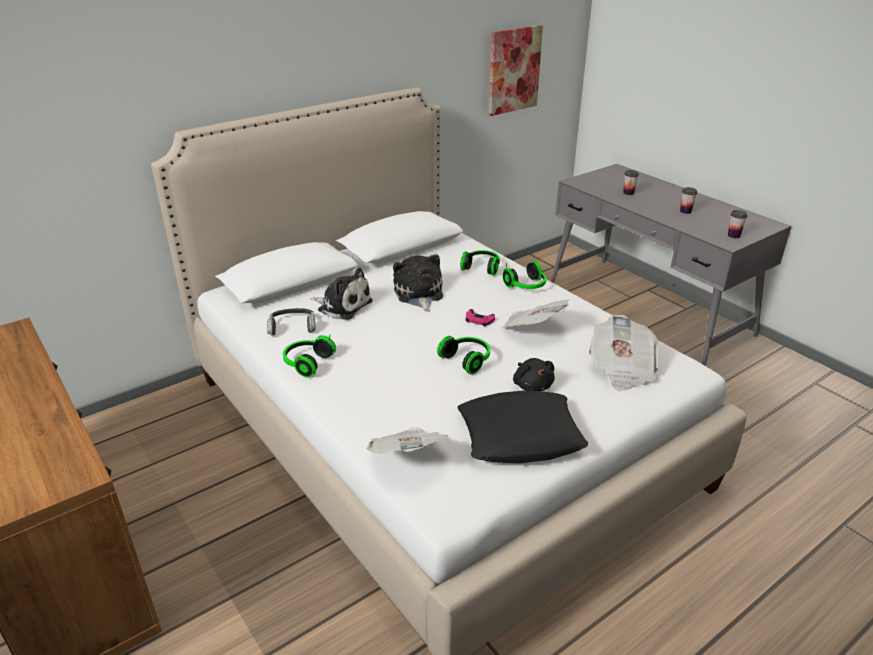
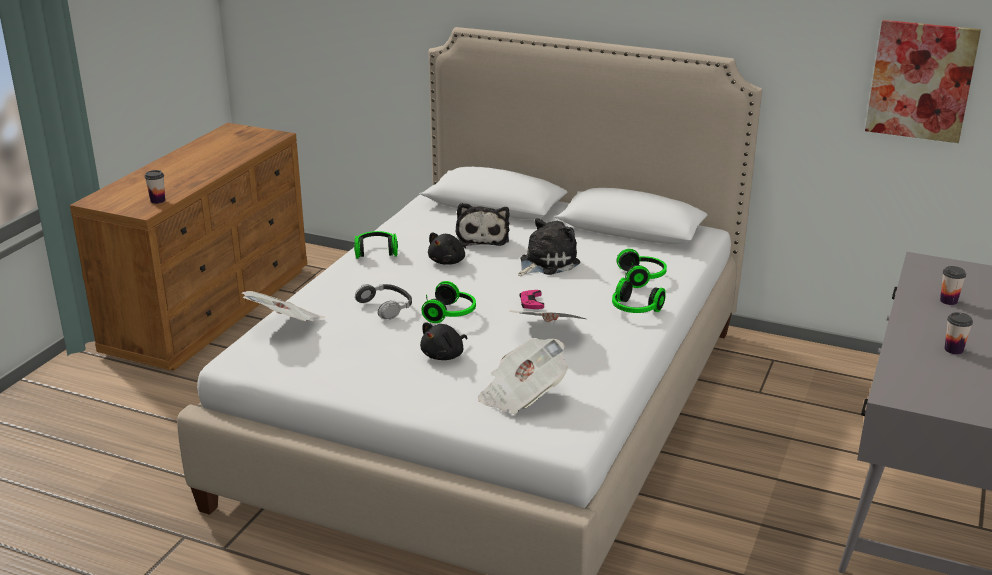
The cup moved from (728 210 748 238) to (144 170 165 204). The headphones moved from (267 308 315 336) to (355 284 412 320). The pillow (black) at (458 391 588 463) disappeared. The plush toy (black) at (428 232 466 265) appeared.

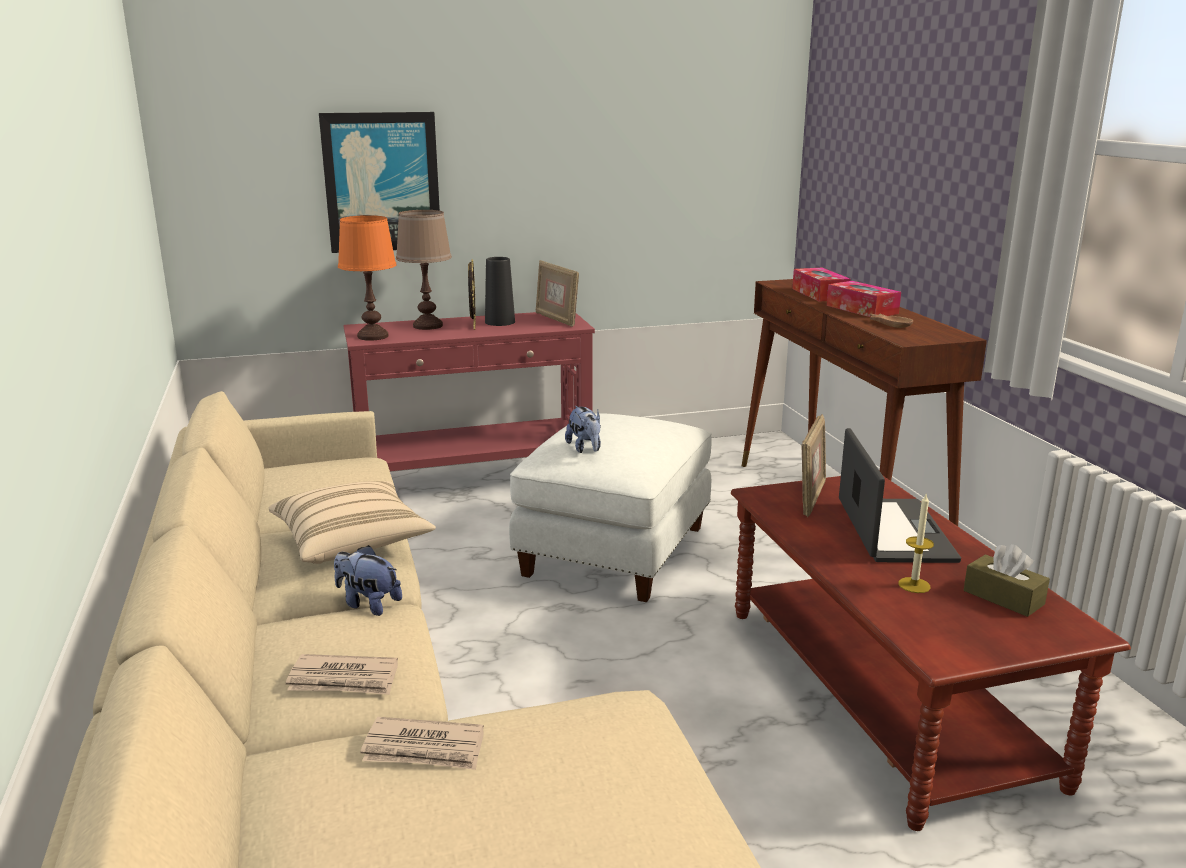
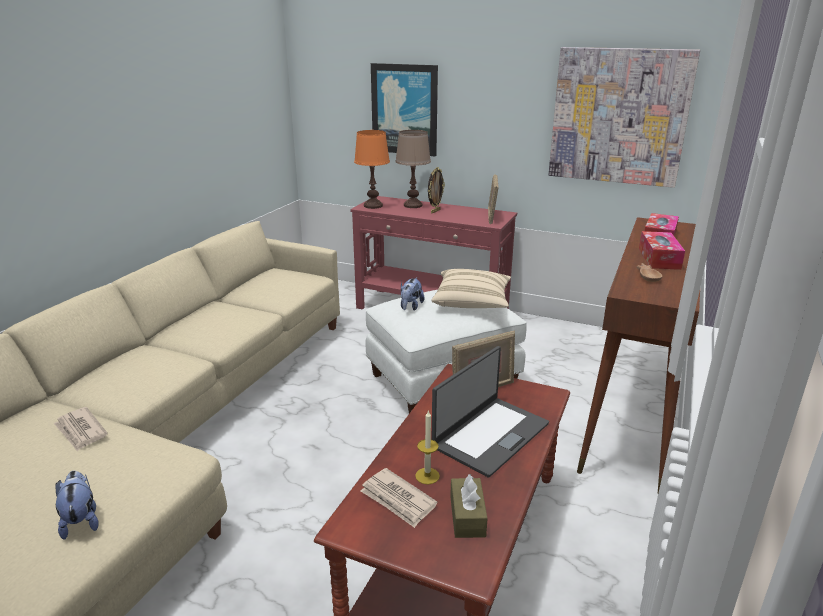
The vase (black) at (485 257 515 326) disappeared. The pillow (beige) moved from (269 481 436 564) to (431 269 511 308). The plush toy moved from (334 545 402 616) to (56 471 99 540). The newspaper moved from (286 654 398 695) to (360 468 437 528). The picture at (548 47 700 188) appeared.

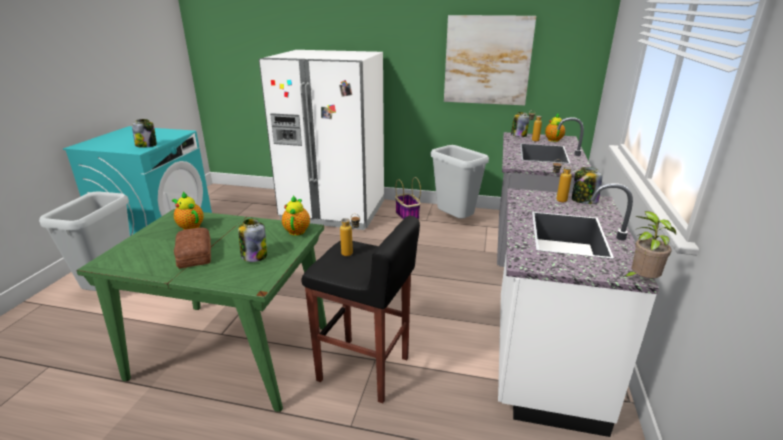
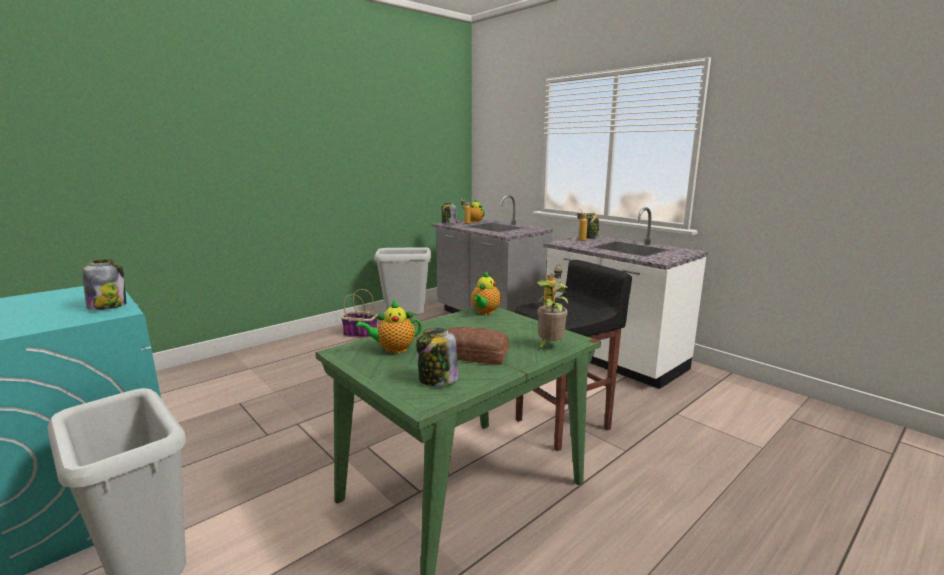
The picture at (444 15 536 105) disappeared. The fridge (white) at (259 50 384 230) disappeared. The teapot at (282 195 310 236) turned 105 degrees counterclockwise. The potted plant moved from (623 211 676 278) to (537 280 568 350). The jar moved from (238 219 267 262) to (416 328 458 386).

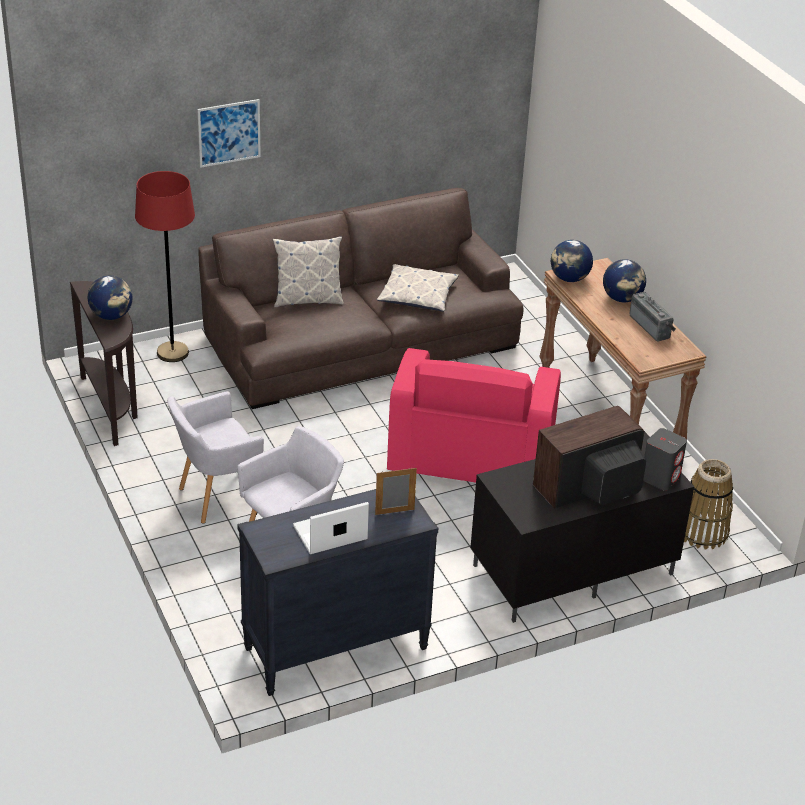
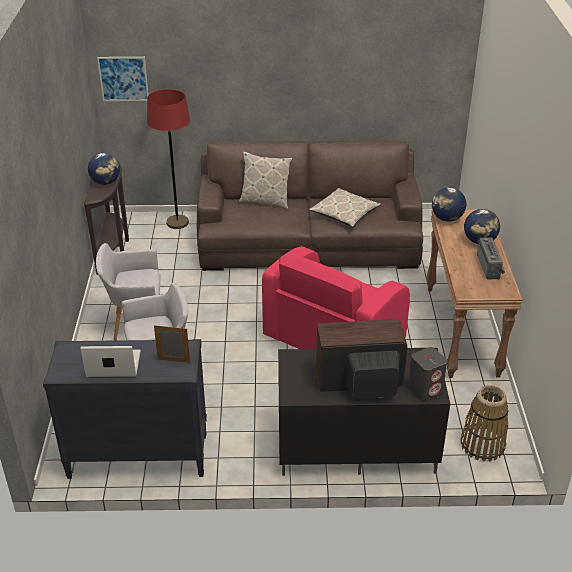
The picture moved from (197 99 261 168) to (97 57 149 101).

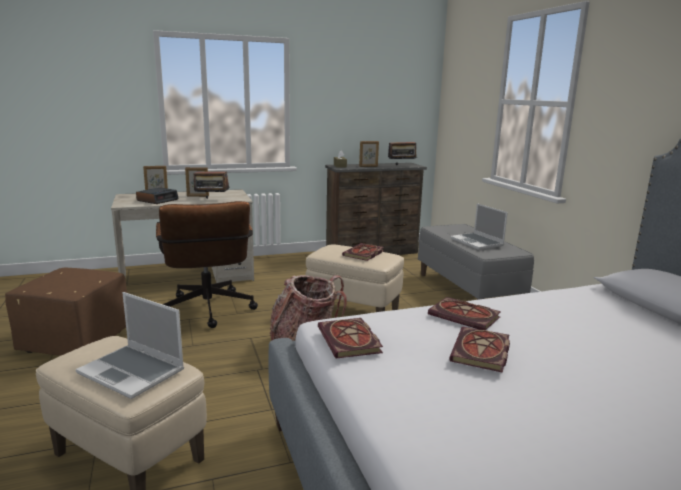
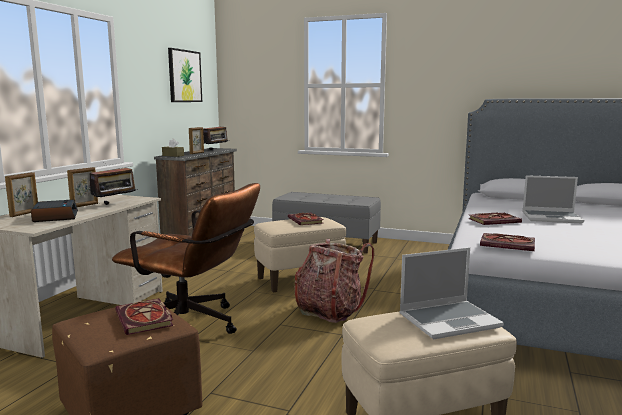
The laptop moved from (450 203 508 250) to (522 175 584 223). The book moved from (449 327 510 373) to (115 298 174 335). The picture at (168 48 202 102) appeared.

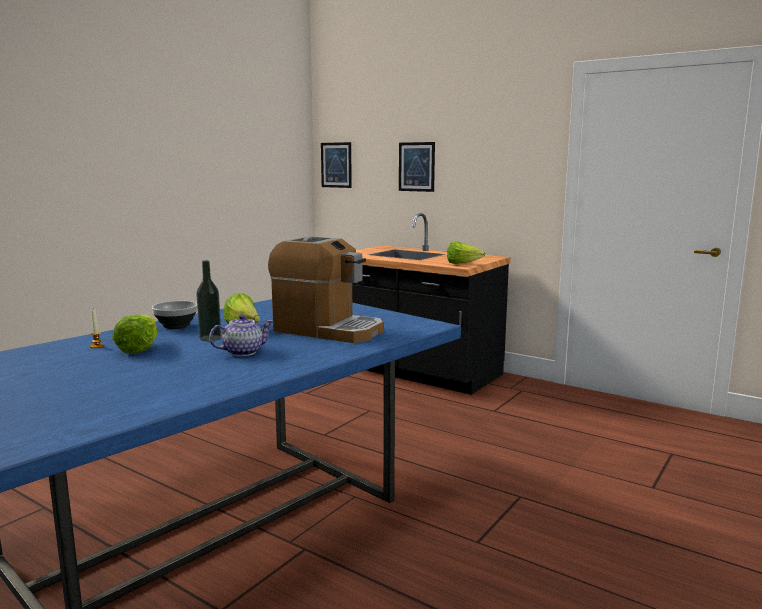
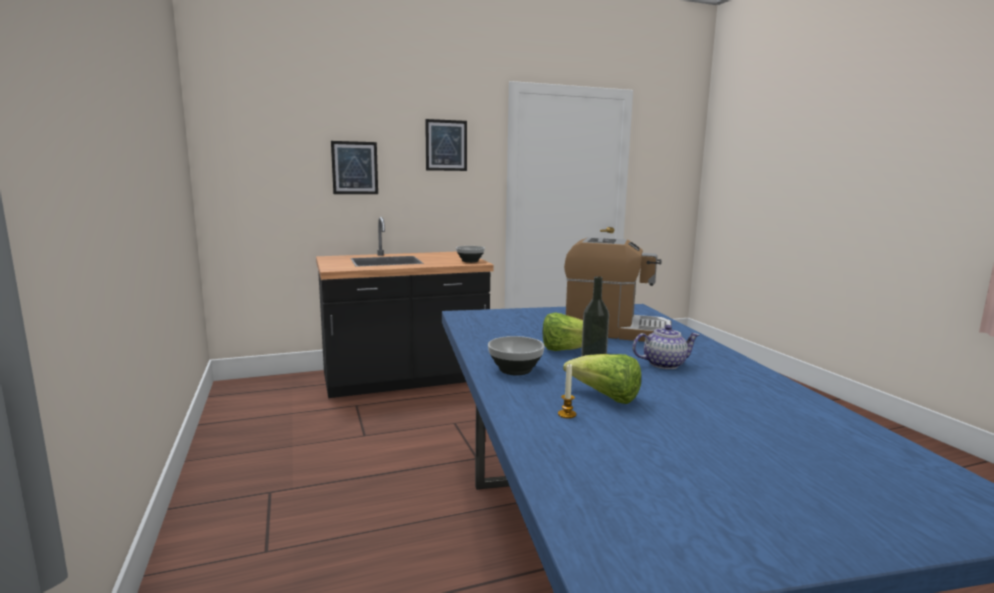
The picture moved from (321 142 352 188) to (425 119 467 171). The coffee machine at (268 236 384 343) turned 45 degrees clockwise. The lettuce at (447 241 485 264) was replaced by the bowl at (456 246 485 263). The teapot at (209 315 274 356) turned 75 degrees clockwise.

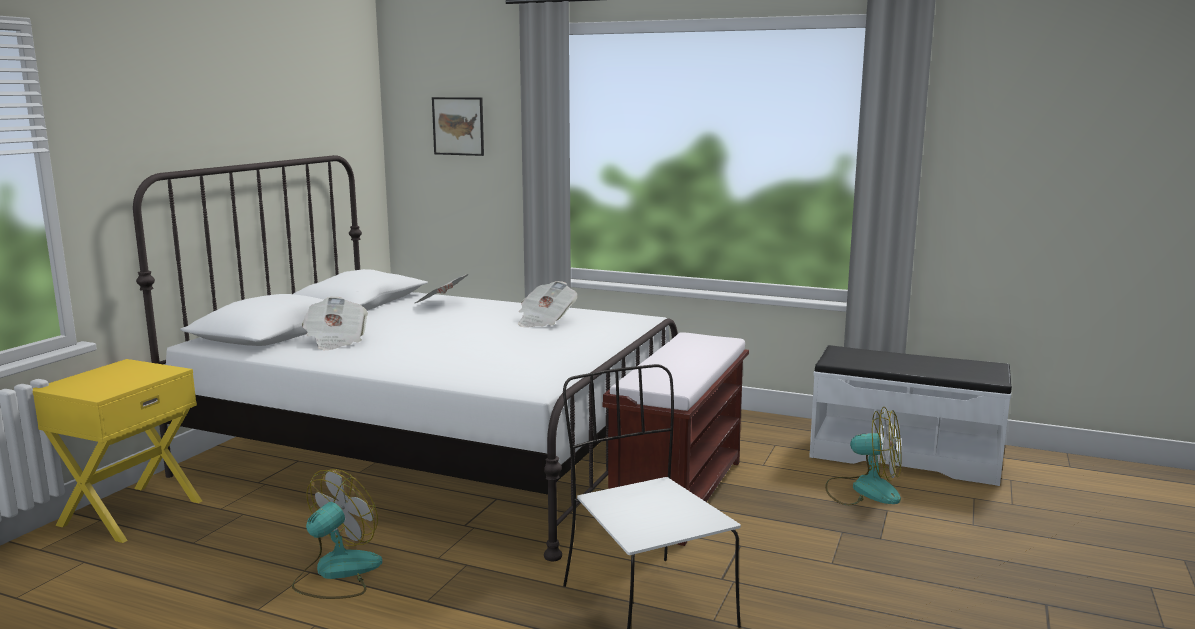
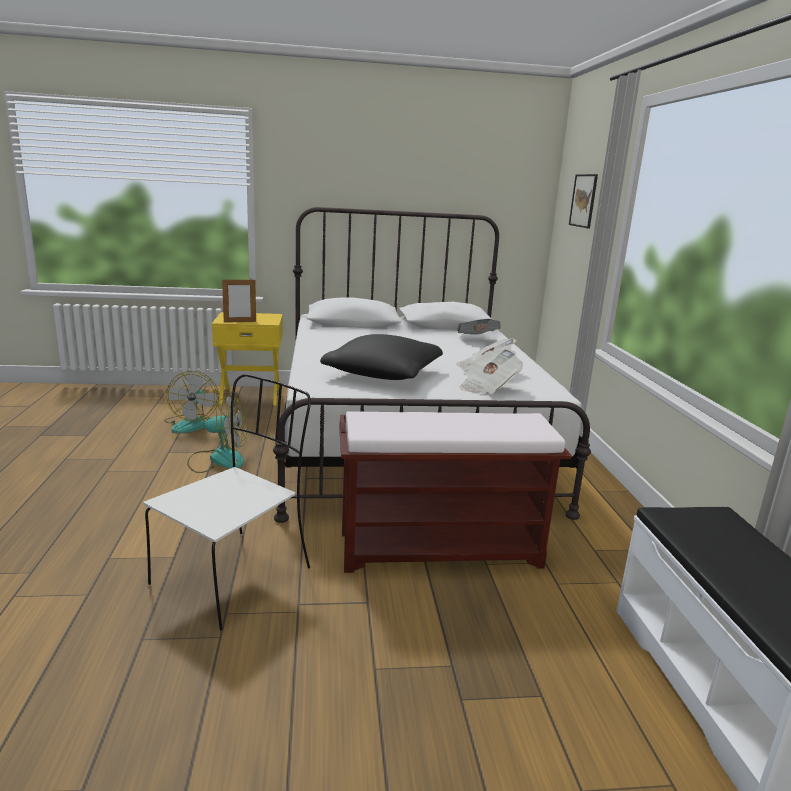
The newspaper moved from (302 297 368 350) to (460 349 523 394). The fan moved from (825 407 901 505) to (164 371 219 433). The picture frame at (222 278 256 323) appeared. The pillow (black) at (320 334 443 380) appeared.

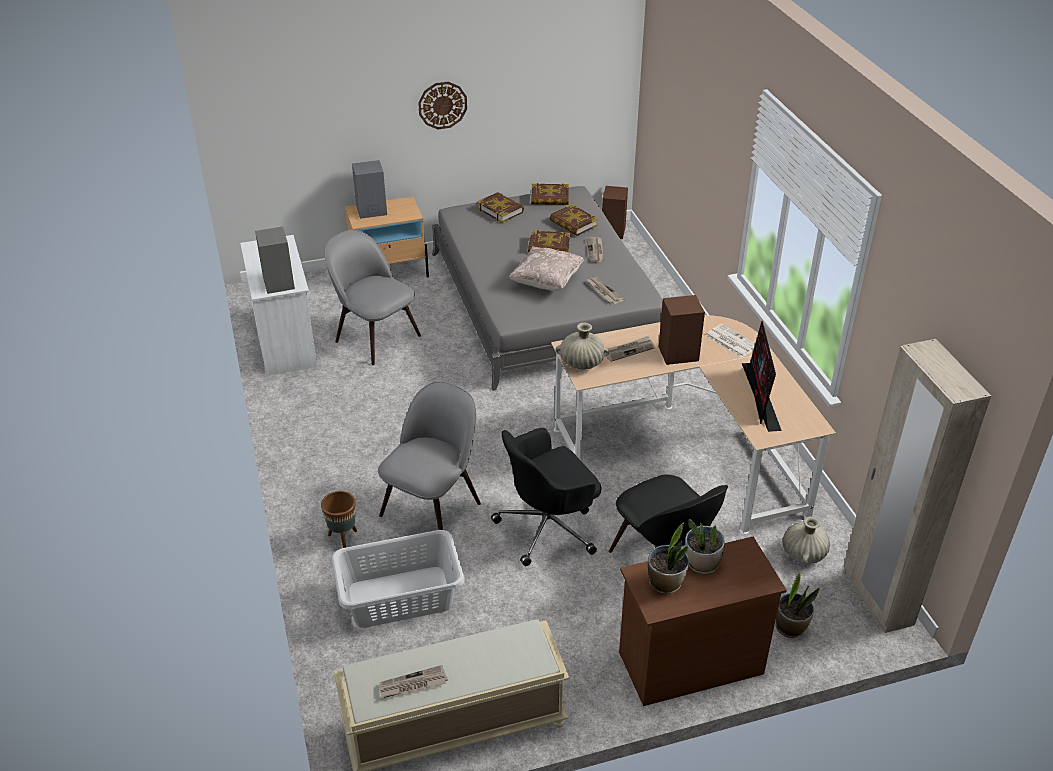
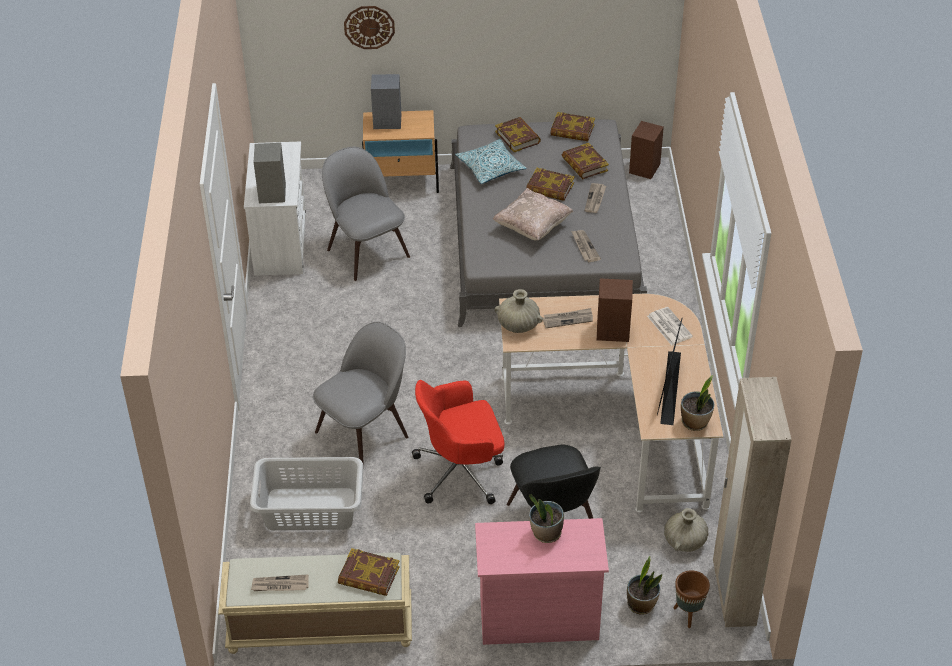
The wall clock moved from (418 82 467 129) to (344 6 395 49). The office chair (black) at (491 428 602 566) became the office chair (red) at (412 380 504 504). The planter (brown) moved from (321 491 357 548) to (674 570 710 628). The potted plant moved from (648 522 689 594) to (681 375 714 431). The dresser (brown) at (619 537 787 706) became the dresser (pink) at (475 518 609 645). The pillow at (455 139 526 184) appeared. The book at (338 548 399 596) appeared.

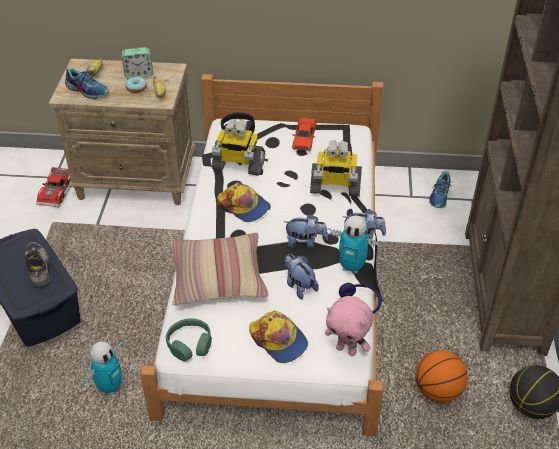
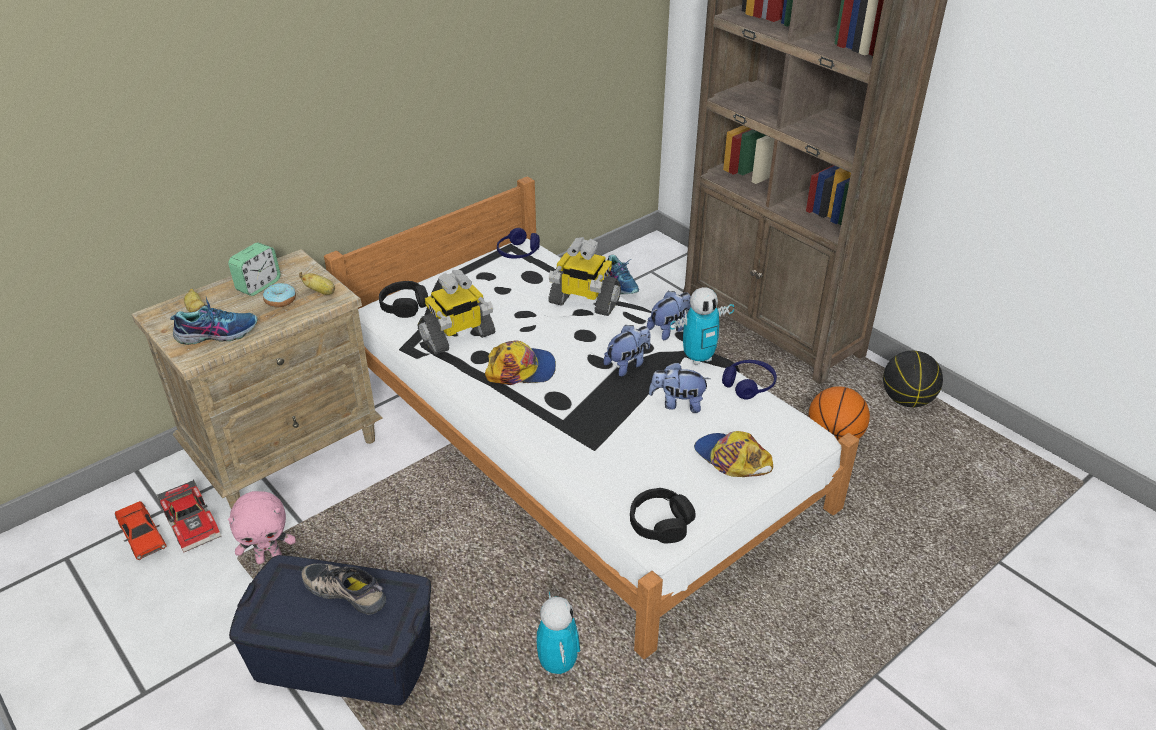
The toy car (red) moved from (292 118 316 151) to (115 501 167 560). The toy robot at (310 140 362 197) turned 60 degrees clockwise. The pillow at (170 233 269 306) disappeared. The plush toy (pink) moved from (325 296 373 356) to (228 491 296 564). The cap at (249 311 308 363) turned 135 degrees counterclockwise. The headphones (green) at (166 318 212 361) became the headphones (black) at (630 488 696 543). The headphones (blue) at (497 228 540 259) appeared.

